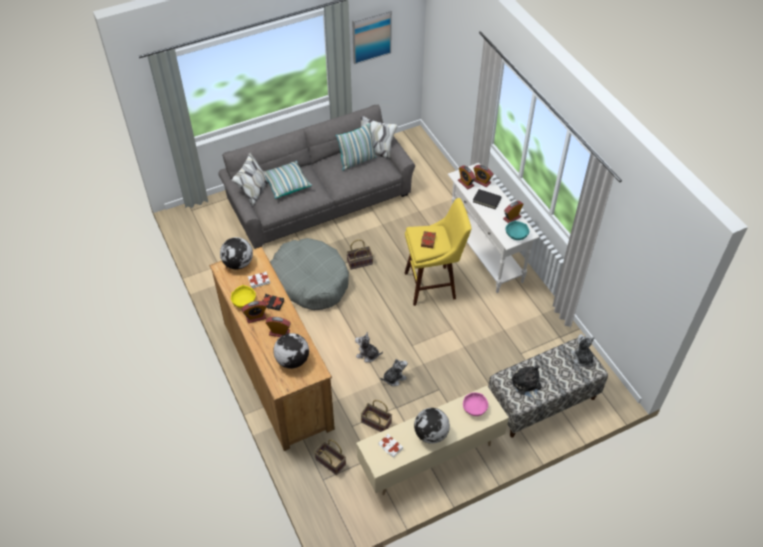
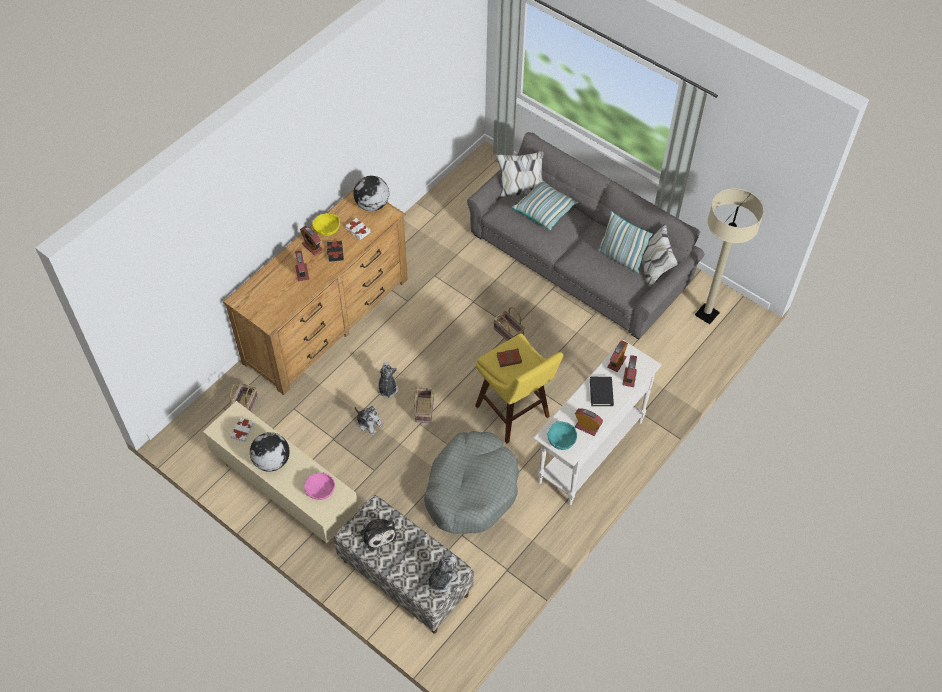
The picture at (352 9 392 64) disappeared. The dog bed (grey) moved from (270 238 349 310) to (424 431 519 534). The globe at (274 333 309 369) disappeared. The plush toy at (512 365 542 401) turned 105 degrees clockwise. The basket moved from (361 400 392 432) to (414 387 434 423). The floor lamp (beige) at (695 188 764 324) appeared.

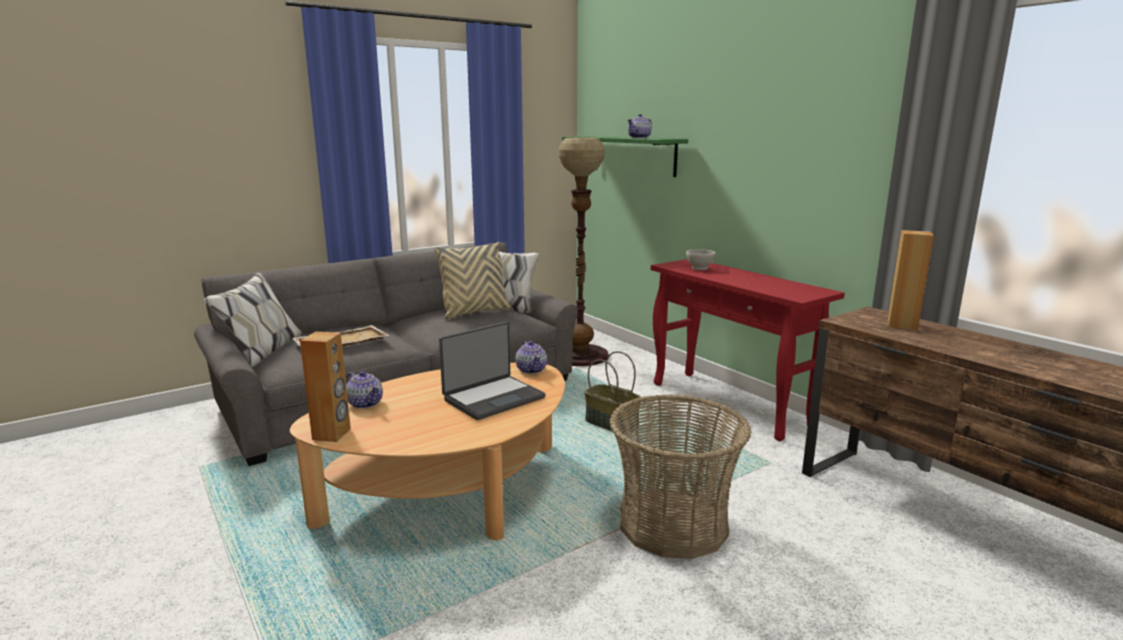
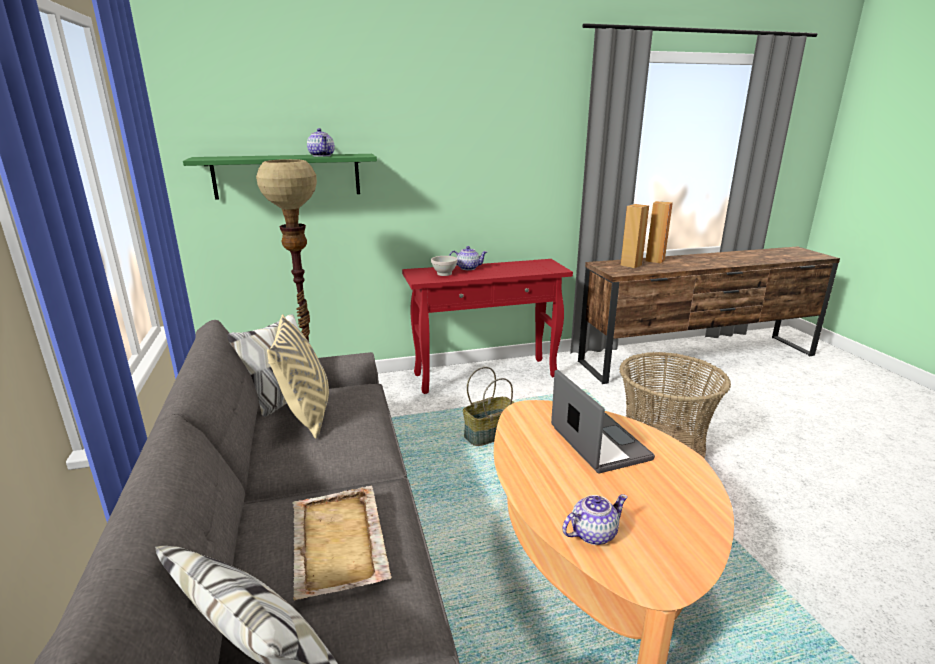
The speaker (brown) moved from (300 332 351 442) to (645 201 673 263). The teapot moved from (515 341 547 374) to (449 246 487 270).

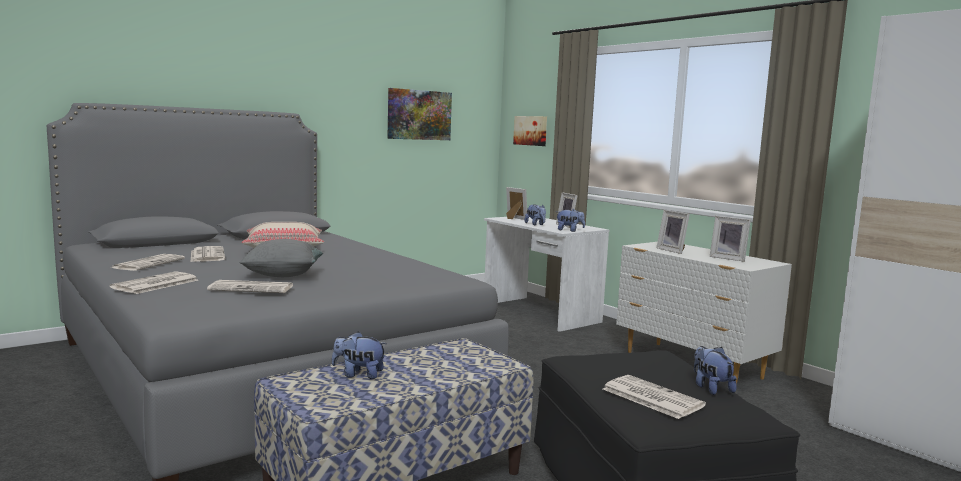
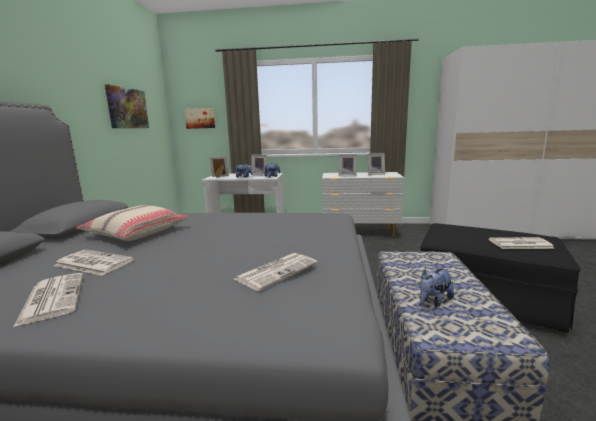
The pillow (grey) at (240 239 323 277) disappeared. The newspaper at (110 271 198 294) disappeared. The plush toy at (694 346 737 395) disappeared.

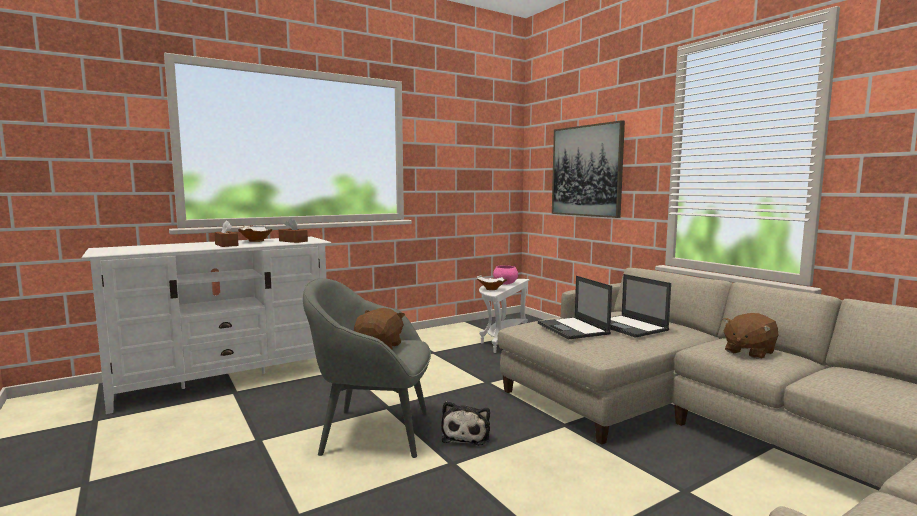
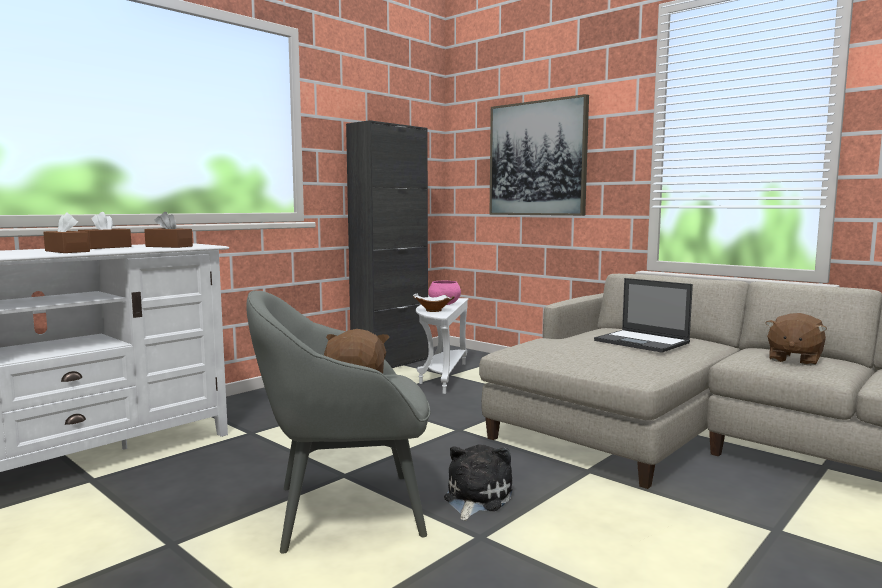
The bowl (white) at (238 225 272 242) was replaced by the tissue box (brown) at (78 212 132 249). The laptop at (538 276 612 339) disappeared. The plush toy at (441 401 490 446) turned 150 degrees counterclockwise. The cabinet (black) at (346 120 428 368) appeared.

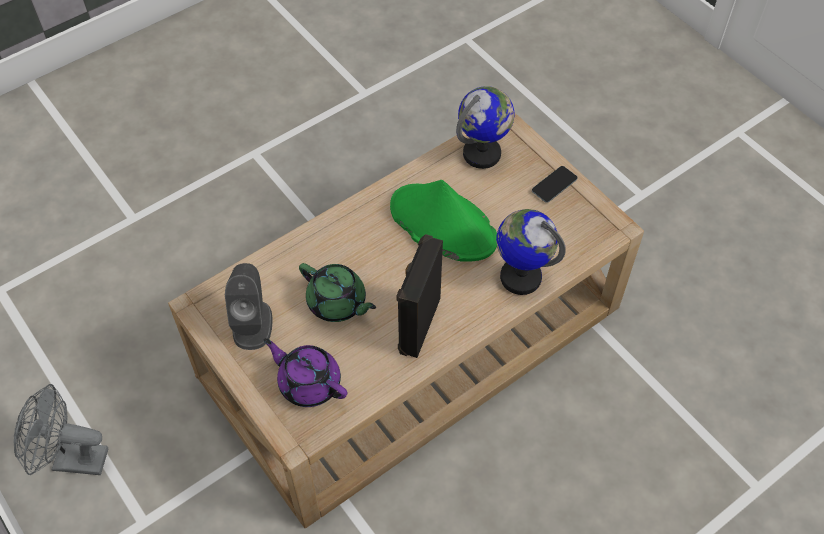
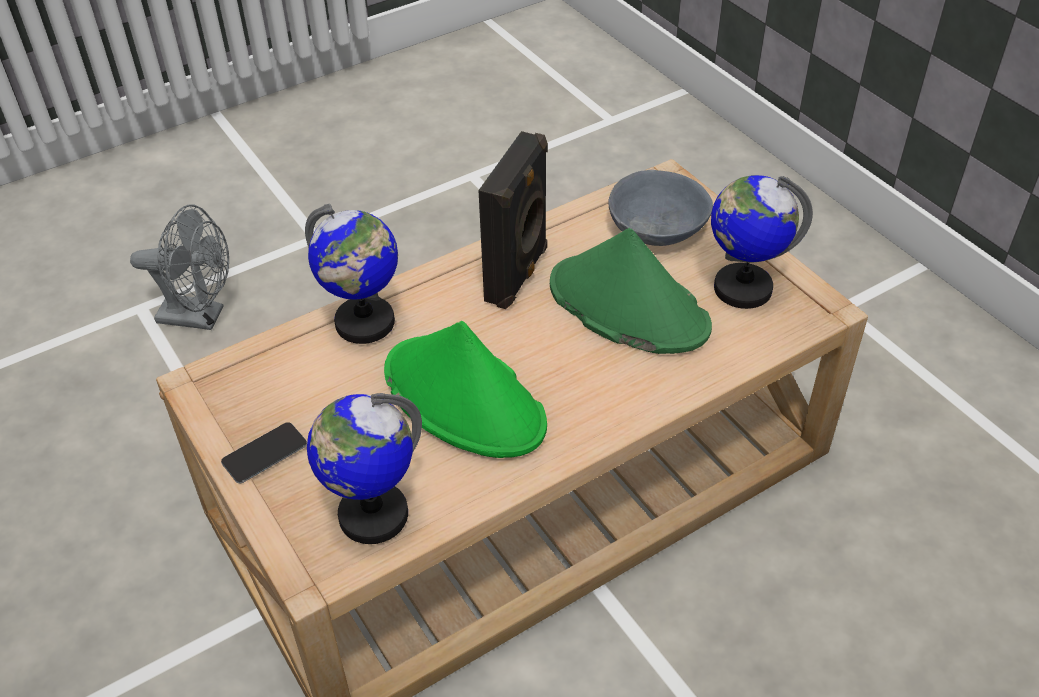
The speaker (grey) at (225 263 272 350) was replaced by the globe at (711 175 813 309). The teapot (green) at (299 263 376 322) was replaced by the hat (green) at (550 228 712 354). The teapot (purple) at (264 338 347 407) was replaced by the bowl (grey) at (608 170 713 246). The fan (grey) moved from (14 384 108 475) to (130 205 229 330).

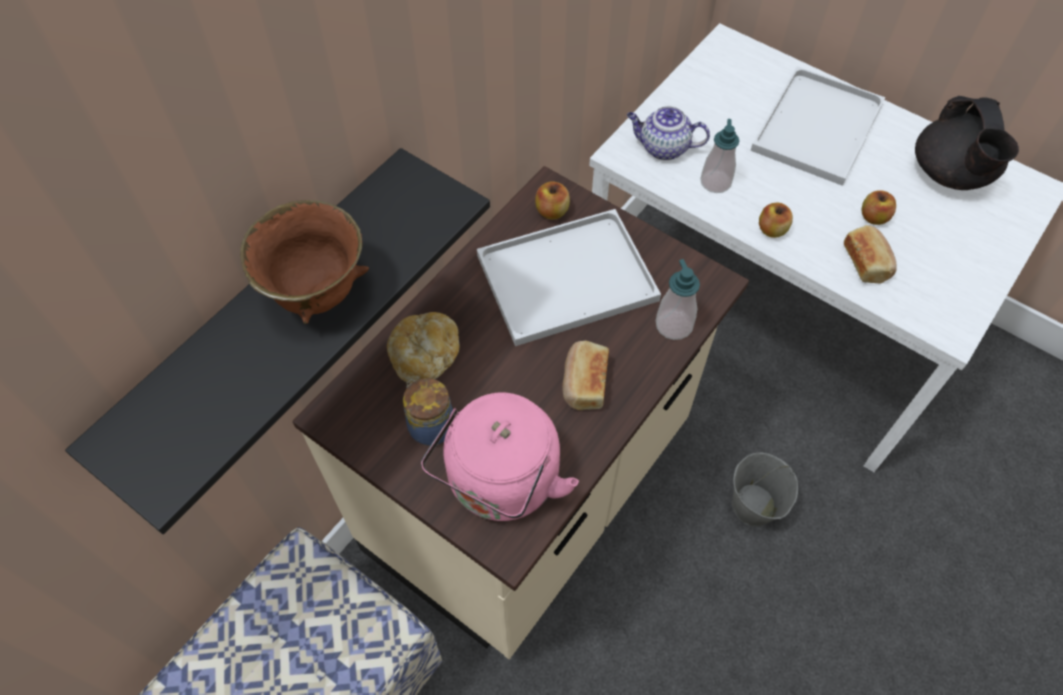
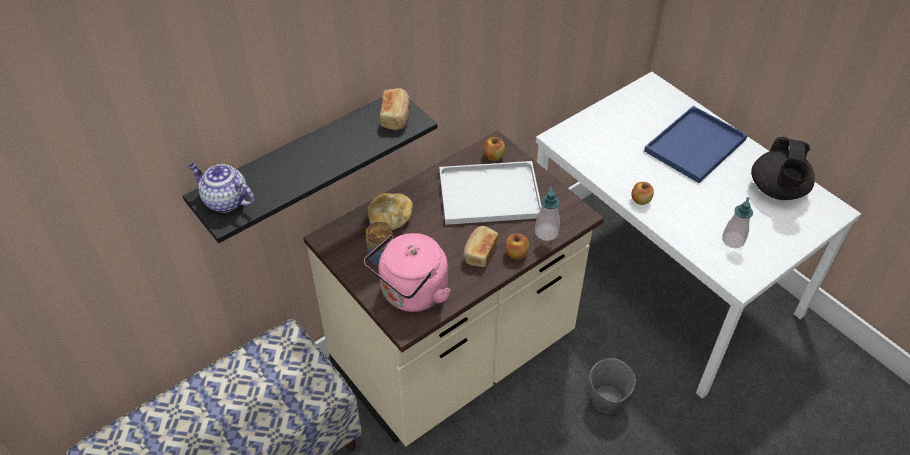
The tray (white) at (750 66 885 186) became the tray (blue) at (644 106 748 183). The teapot moved from (627 106 710 160) to (188 163 255 213). The soap dispenser moved from (700 119 739 193) to (722 197 753 248). The apple moved from (861 190 896 225) to (505 234 529 259). The bowl (brown) at (240 200 369 324) disappeared. The bread moved from (844 225 897 284) to (380 88 410 130).

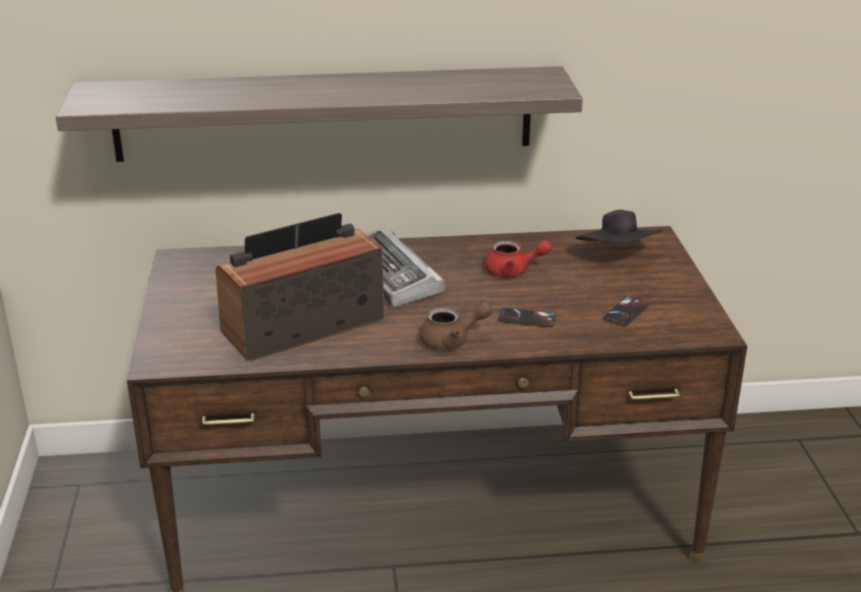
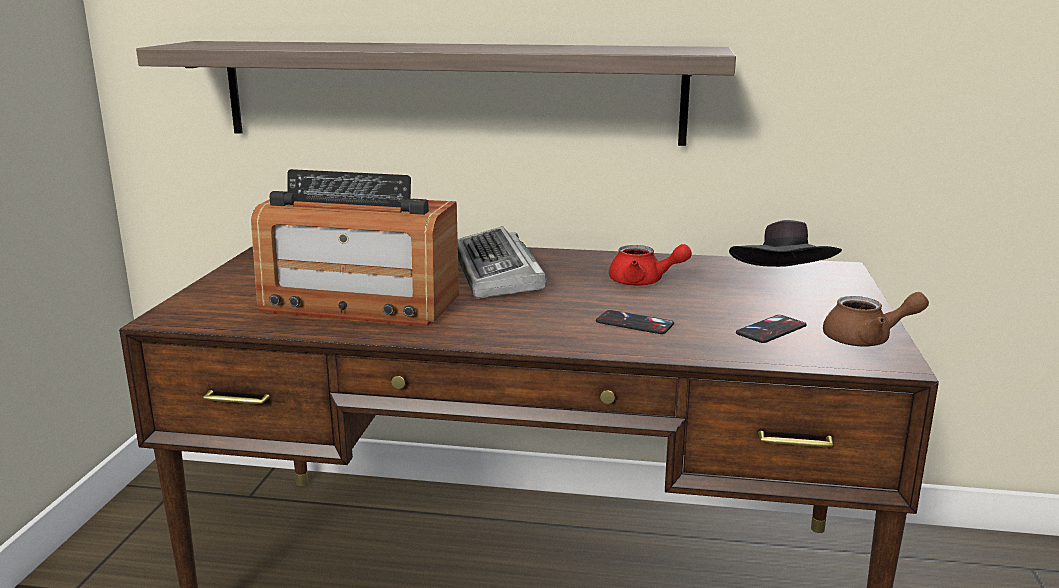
The radio at (216 213 384 361) turned 150 degrees counterclockwise. The teapot (brown) moved from (419 302 492 349) to (823 292 929 346).

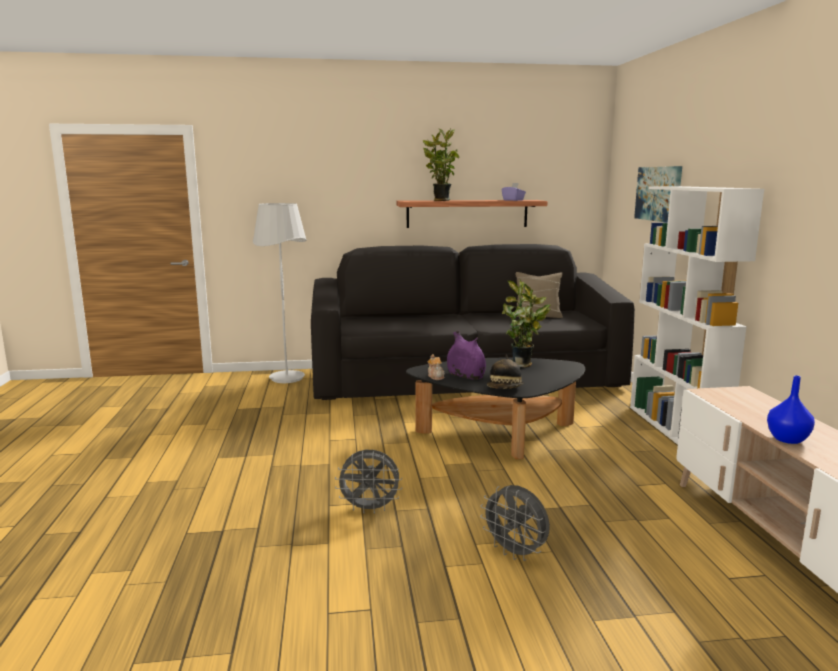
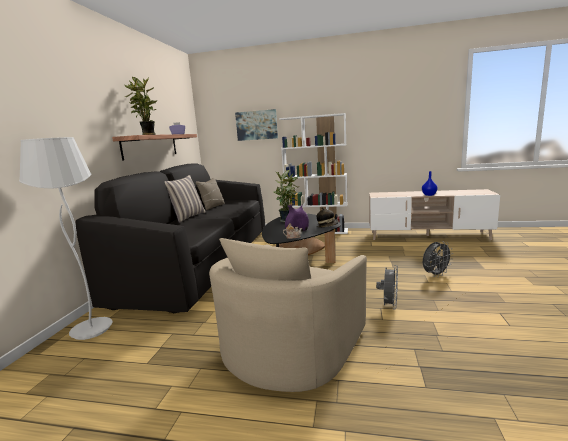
The pillow at (165 175 206 223) appeared. The armchair (beige) at (209 238 367 392) appeared.

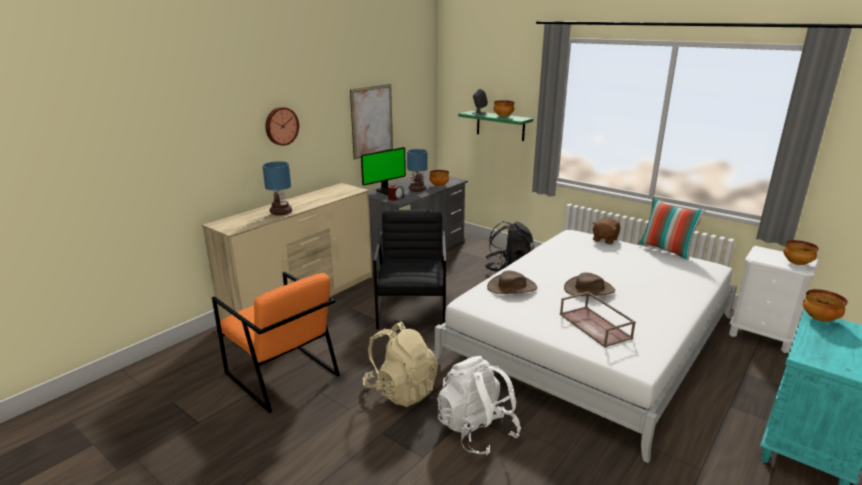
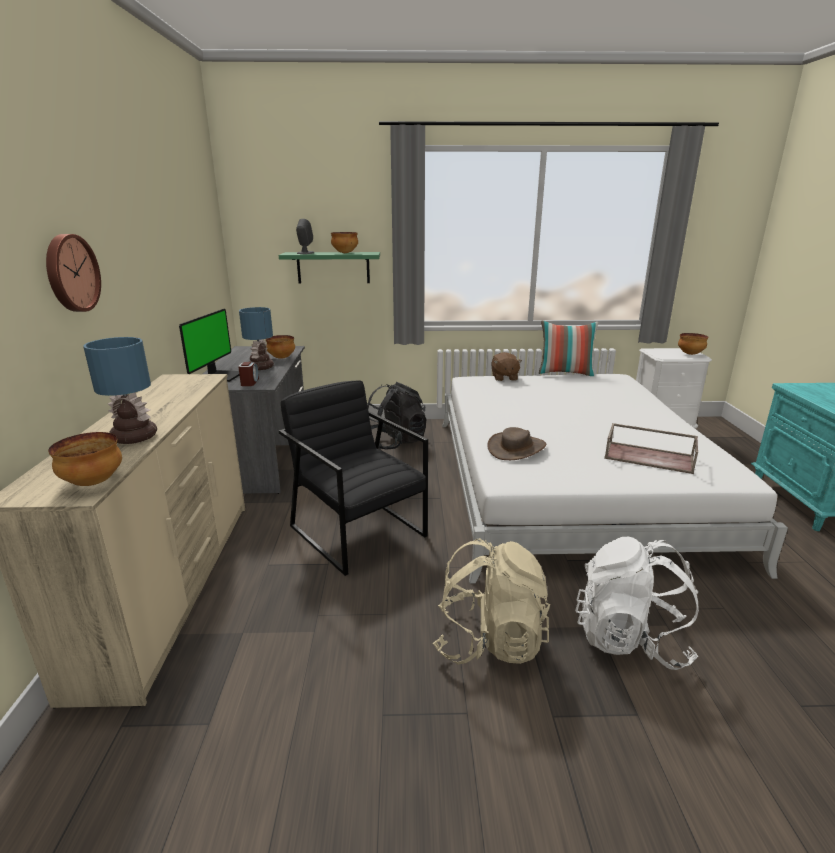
The picture at (350 84 393 159) disappeared. The armchair (orange) at (212 272 340 413) disappeared. The hat (brown) at (564 272 615 296) disappeared. The bowl moved from (803 289 848 322) to (48 432 122 486).

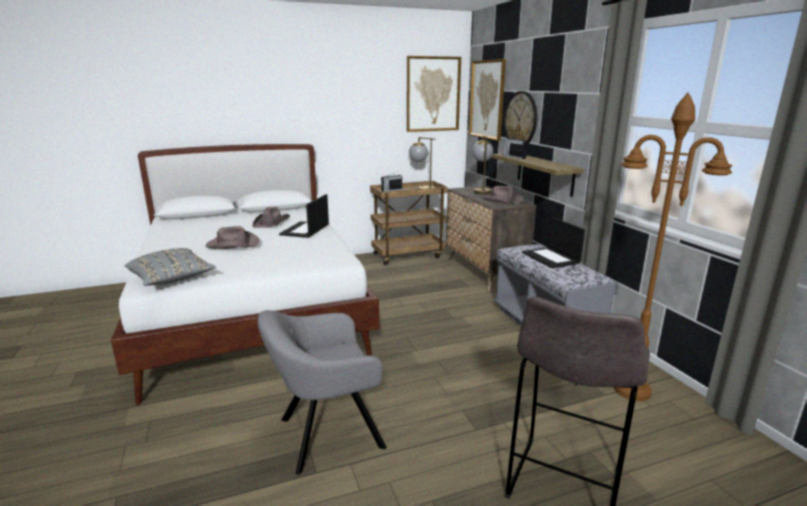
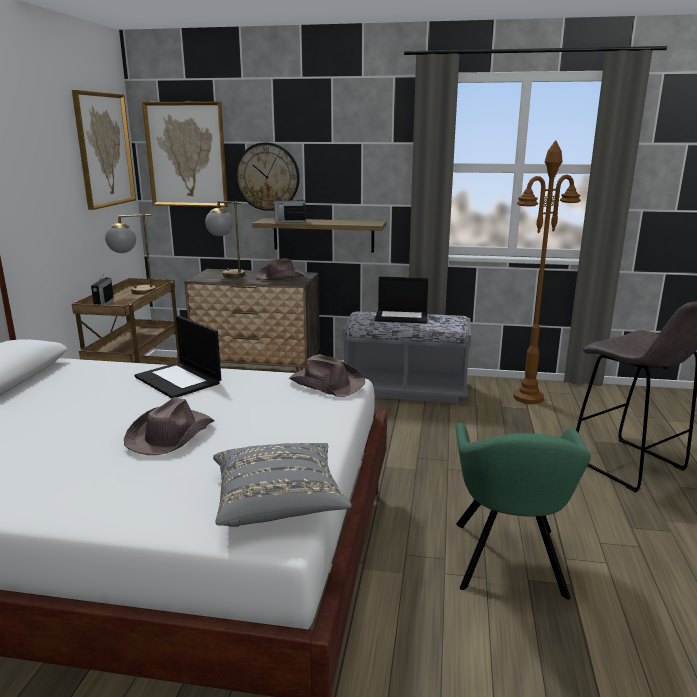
The hat (brown) moved from (252 207 290 228) to (289 354 366 397). The armchair (grey) at (258 310 387 475) became the armchair (green) at (456 423 591 600).

